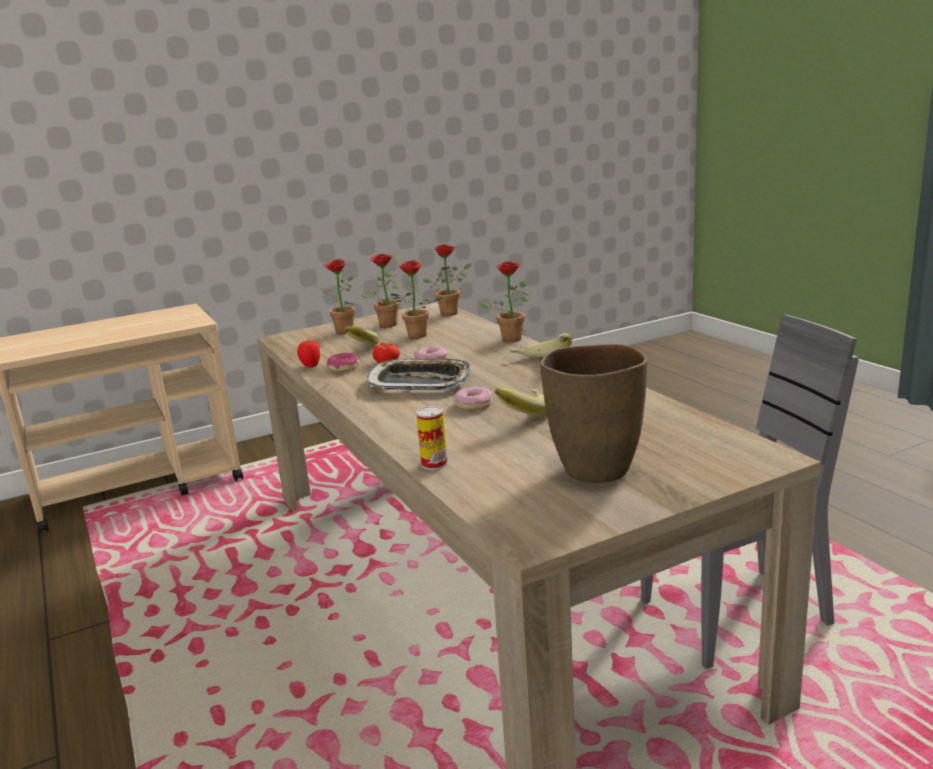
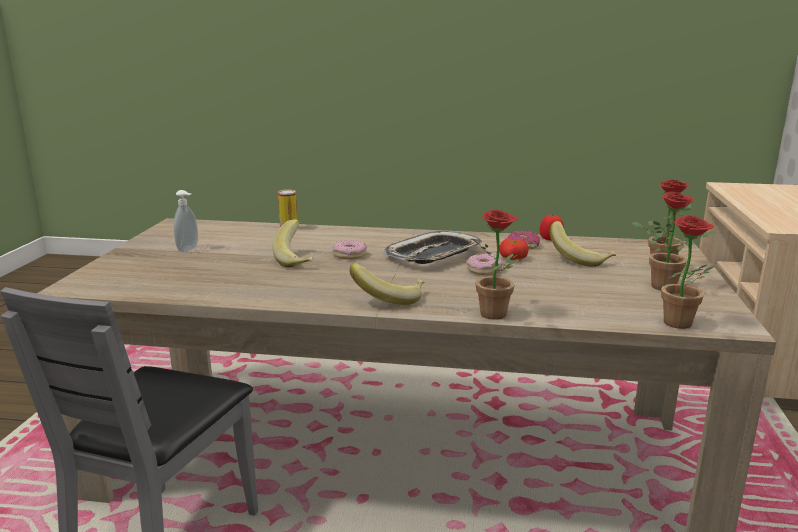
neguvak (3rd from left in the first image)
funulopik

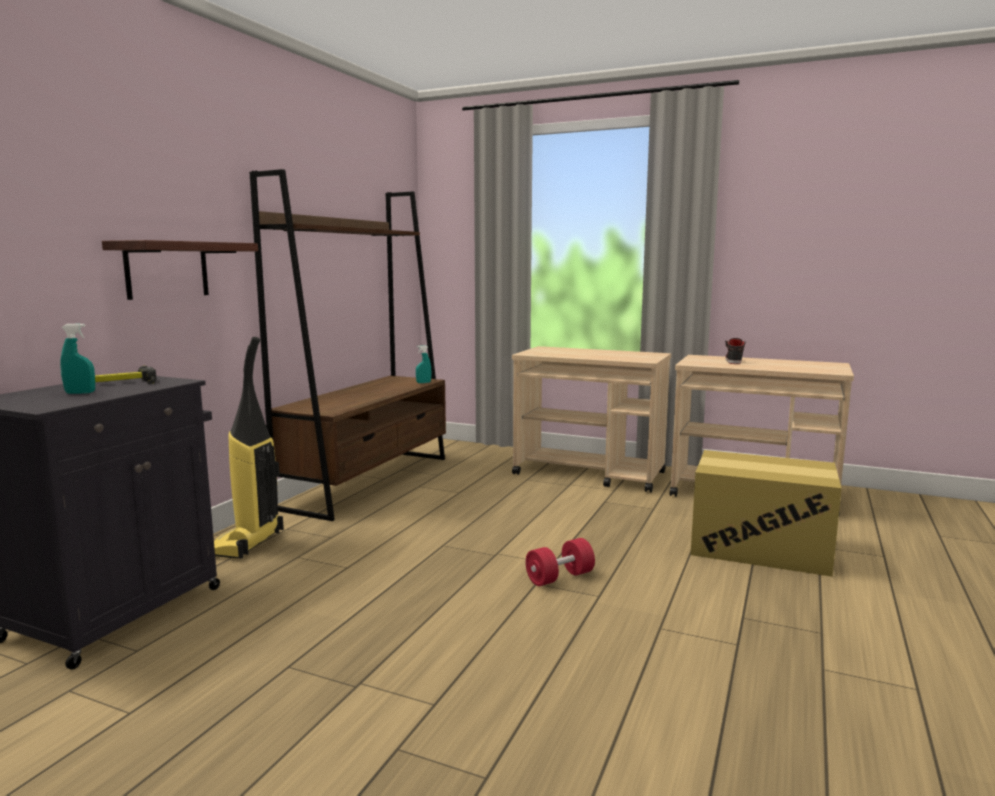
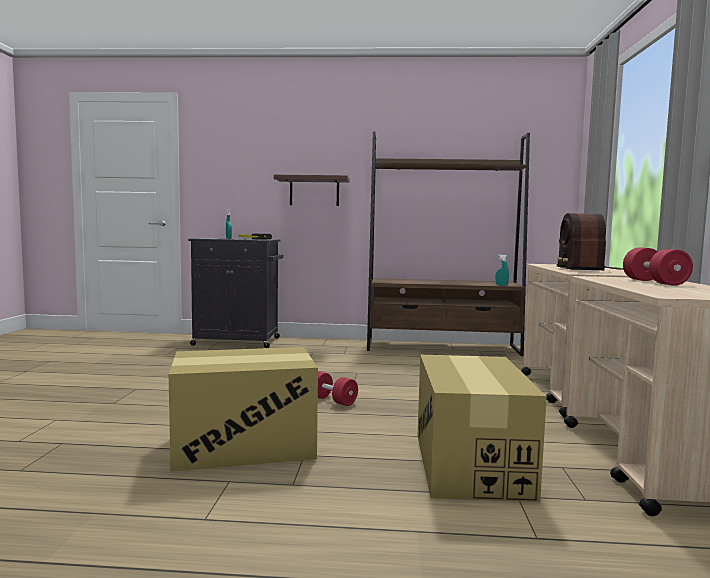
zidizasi
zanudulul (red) (2nd from left)
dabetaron (1st from left)
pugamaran

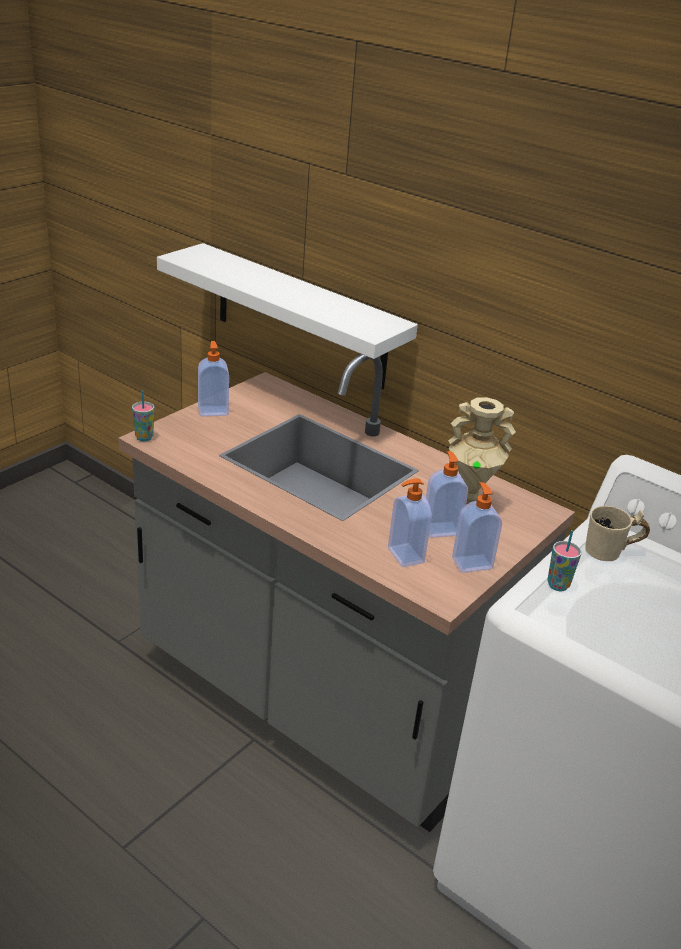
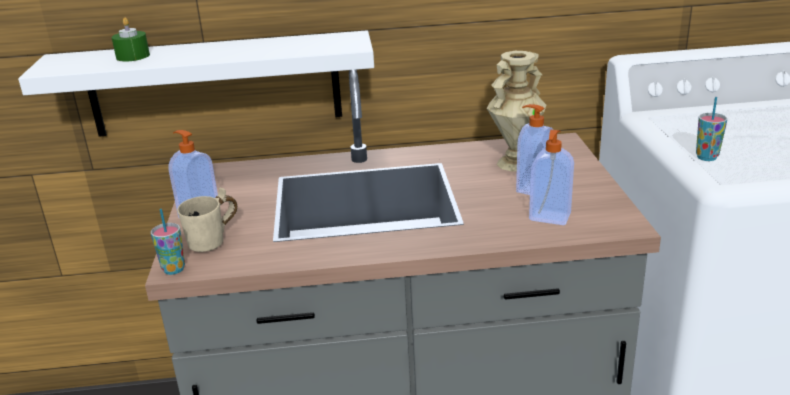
funulopik (4th from left in the first image)
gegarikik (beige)
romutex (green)

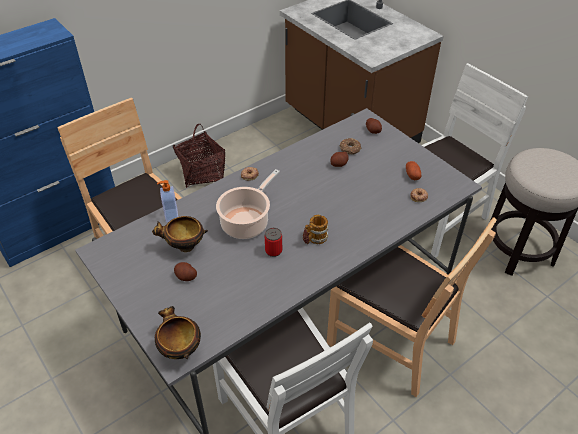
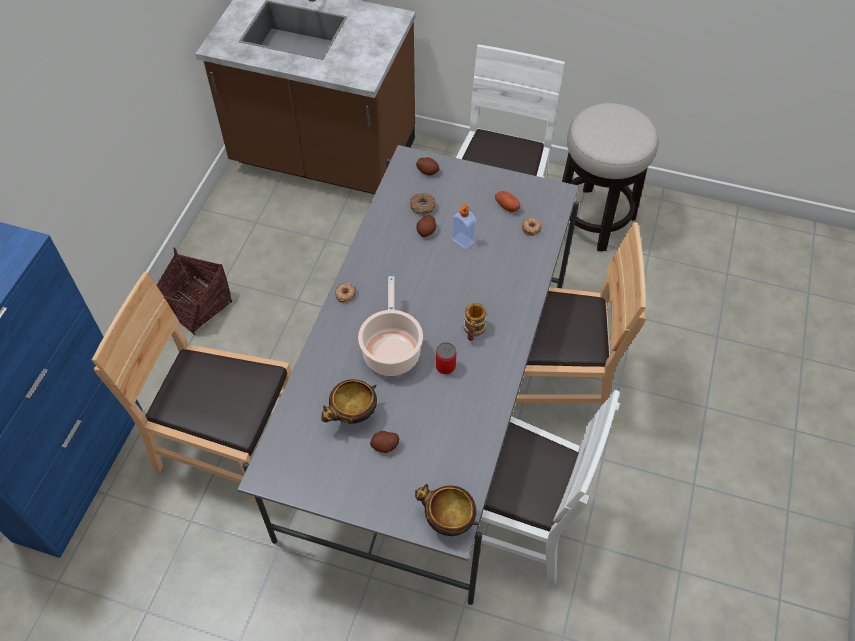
funulopik

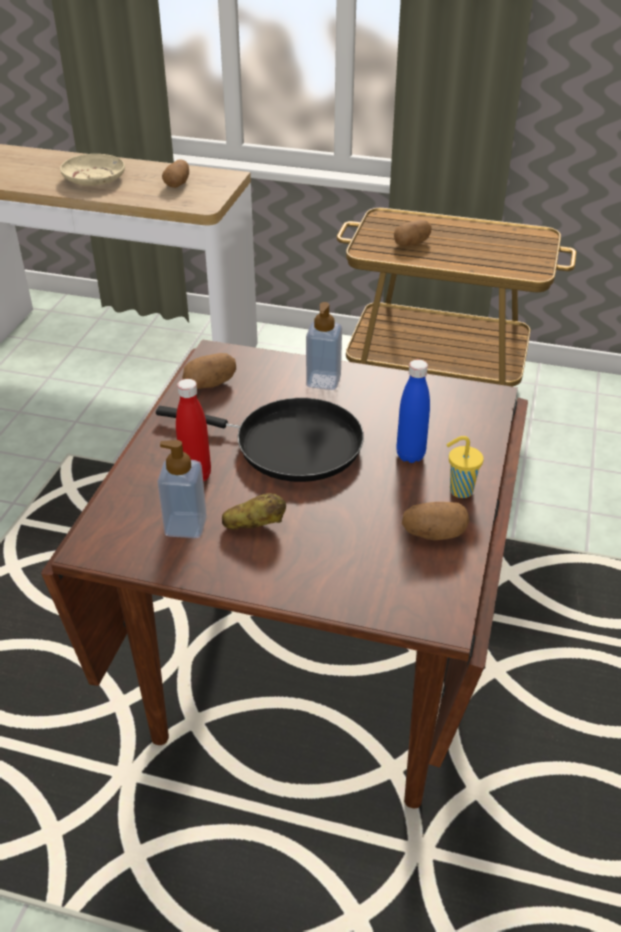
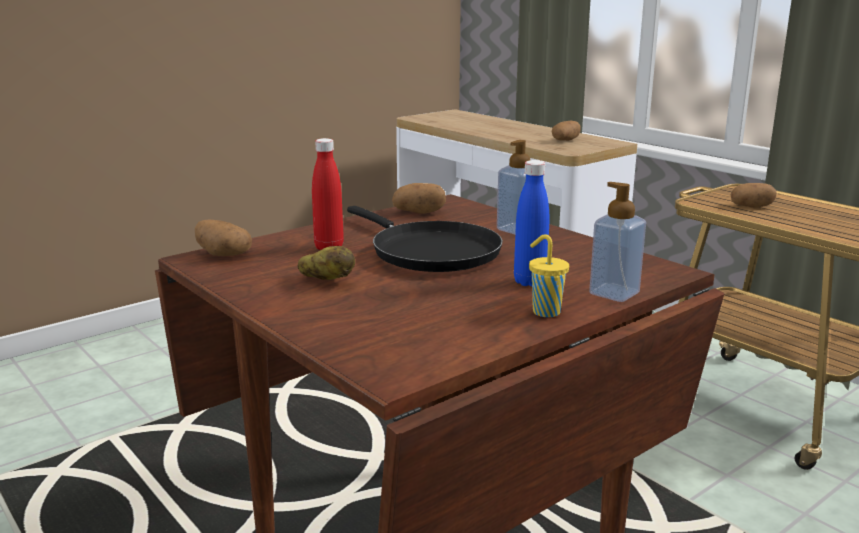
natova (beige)
funulopik (2nd from left)
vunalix (1st from left)

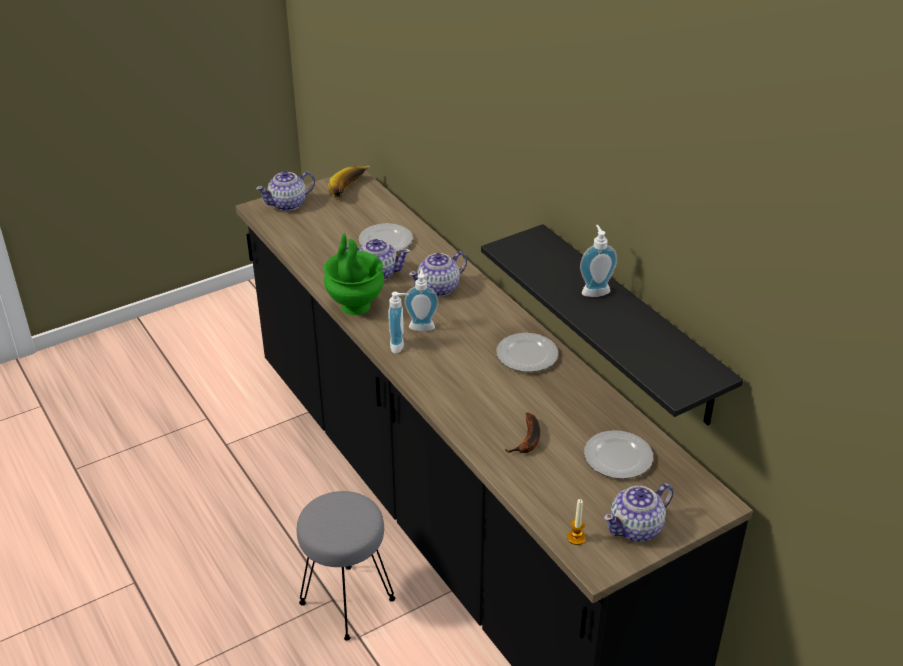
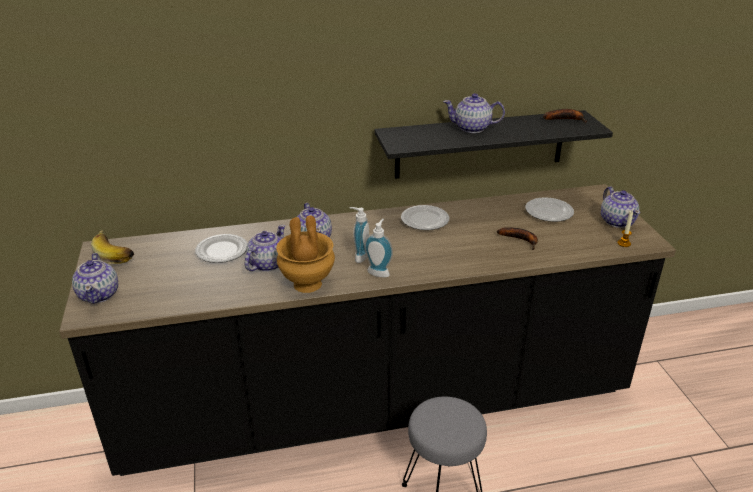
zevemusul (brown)
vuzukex (4th from left)
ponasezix (3rd from left)

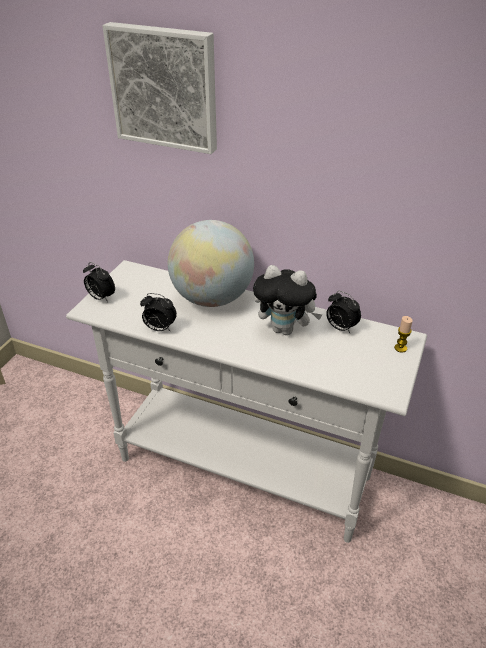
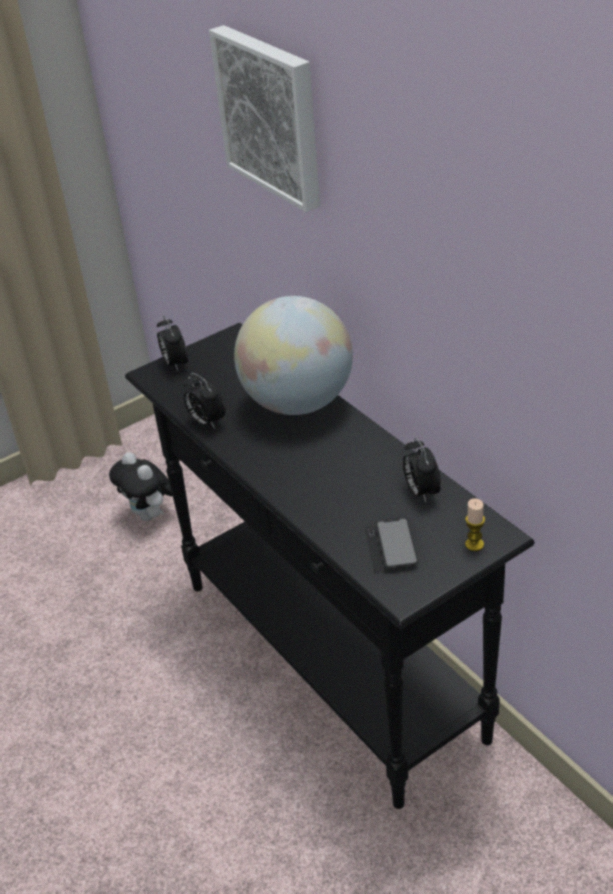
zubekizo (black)
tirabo
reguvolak

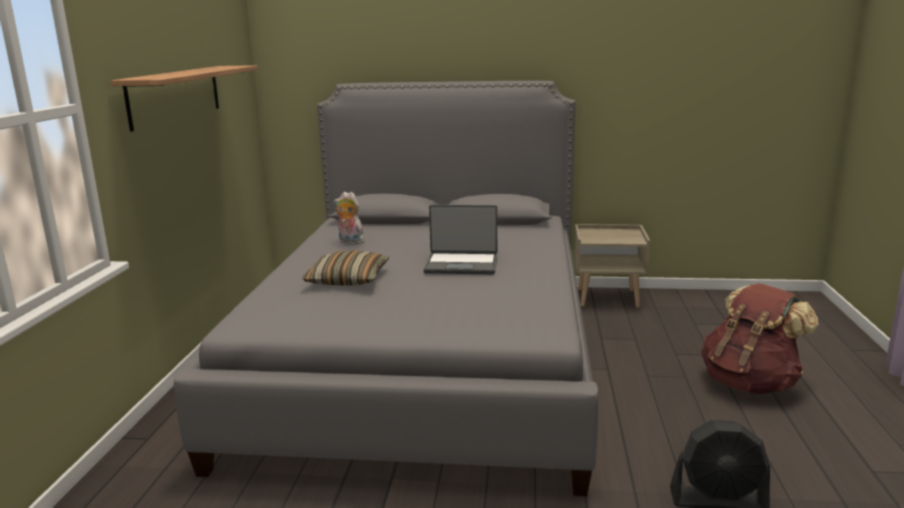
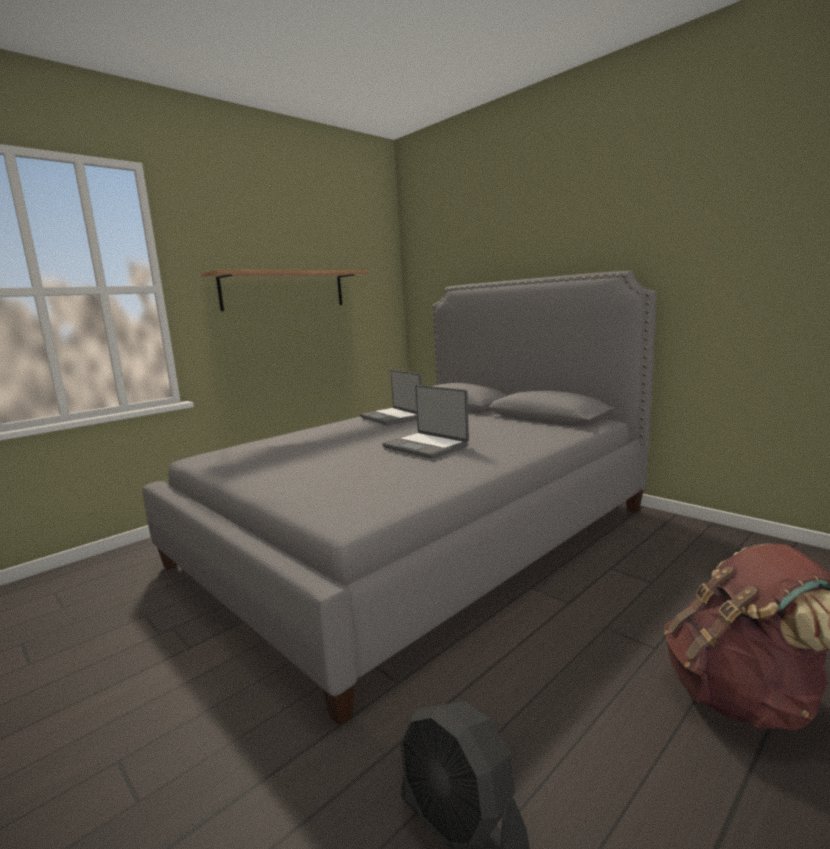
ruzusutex
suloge (1st from left)
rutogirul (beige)

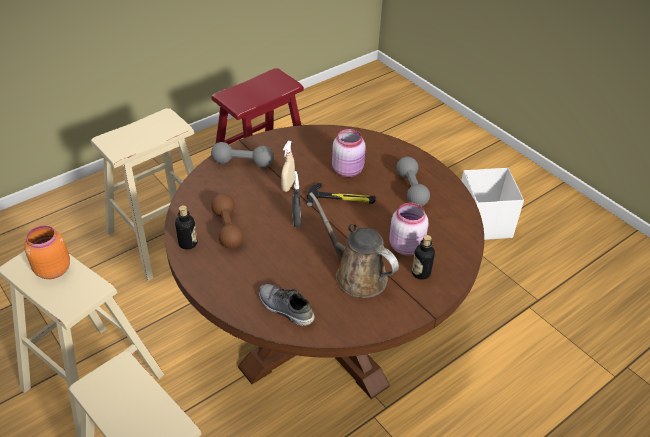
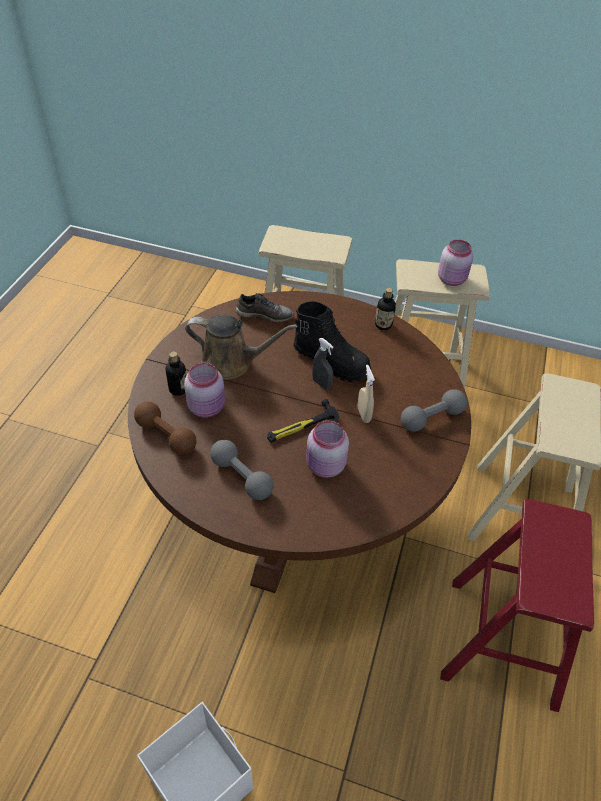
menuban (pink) (3rd from left)
zanudulul (brown)
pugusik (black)

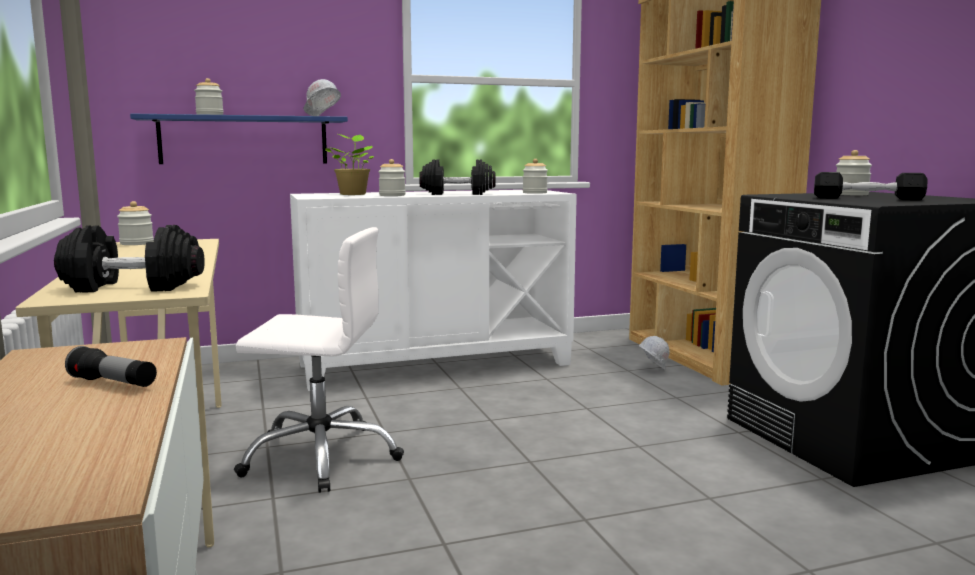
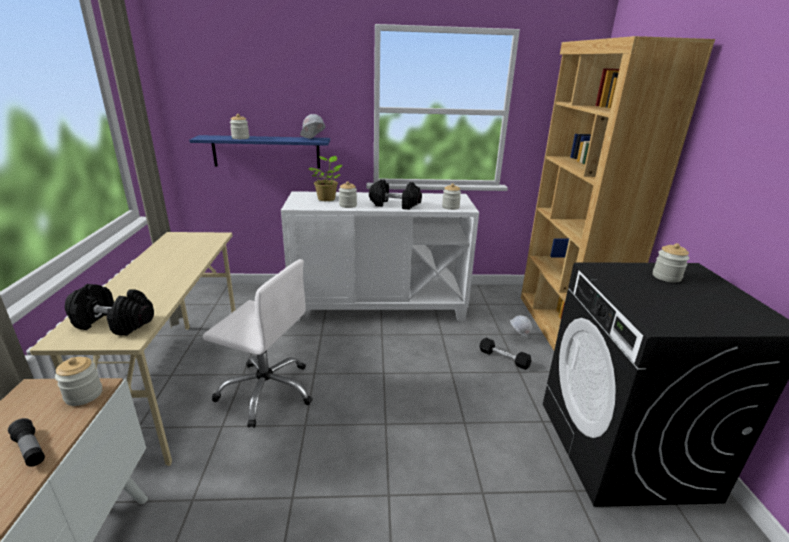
menuban (1st from left)
zanudulul (black) (3rd from left)

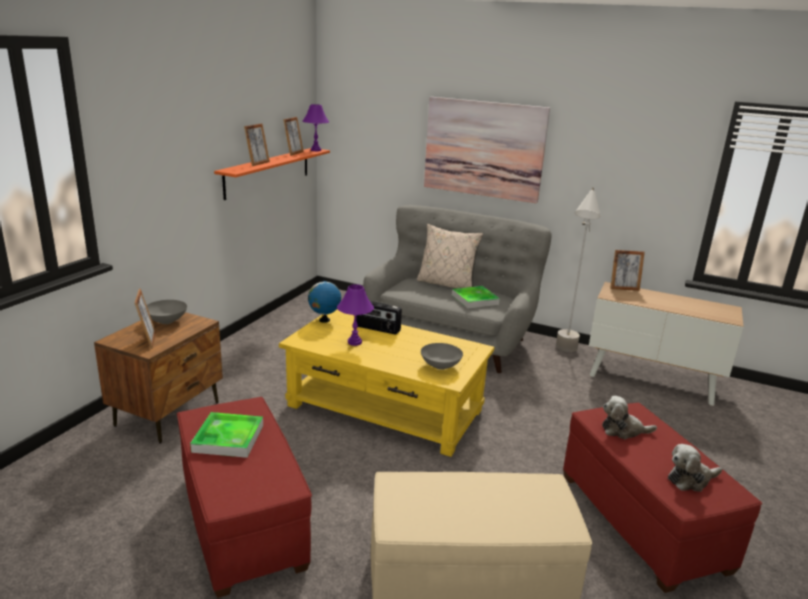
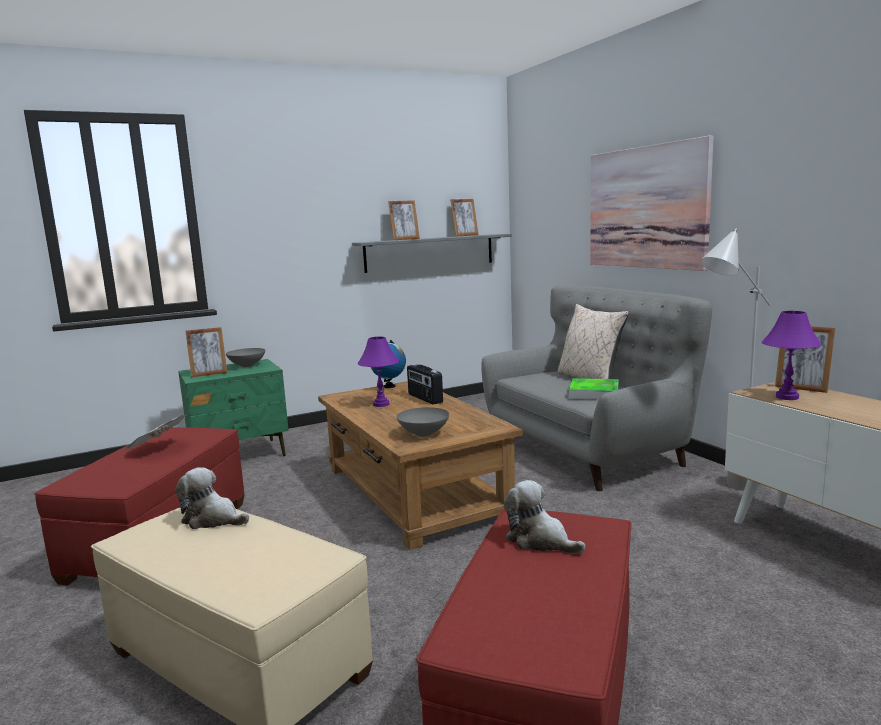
rutogirul (green)
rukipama (1st from left)
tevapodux
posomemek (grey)
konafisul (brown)
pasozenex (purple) (2nd from left)
tirabo (1st from left)

